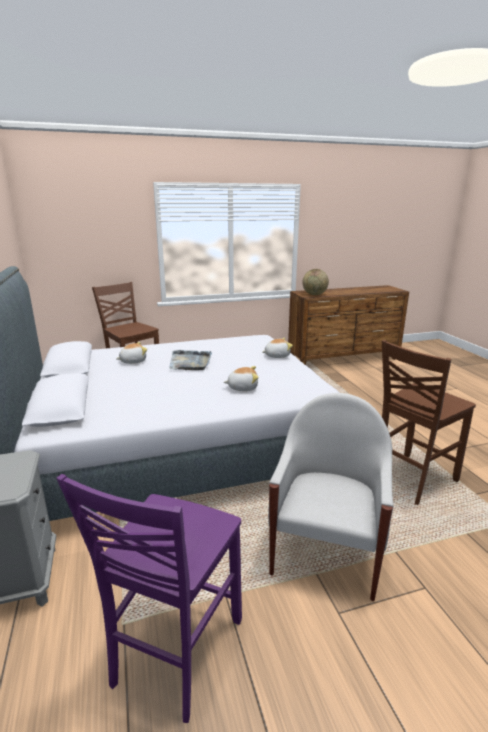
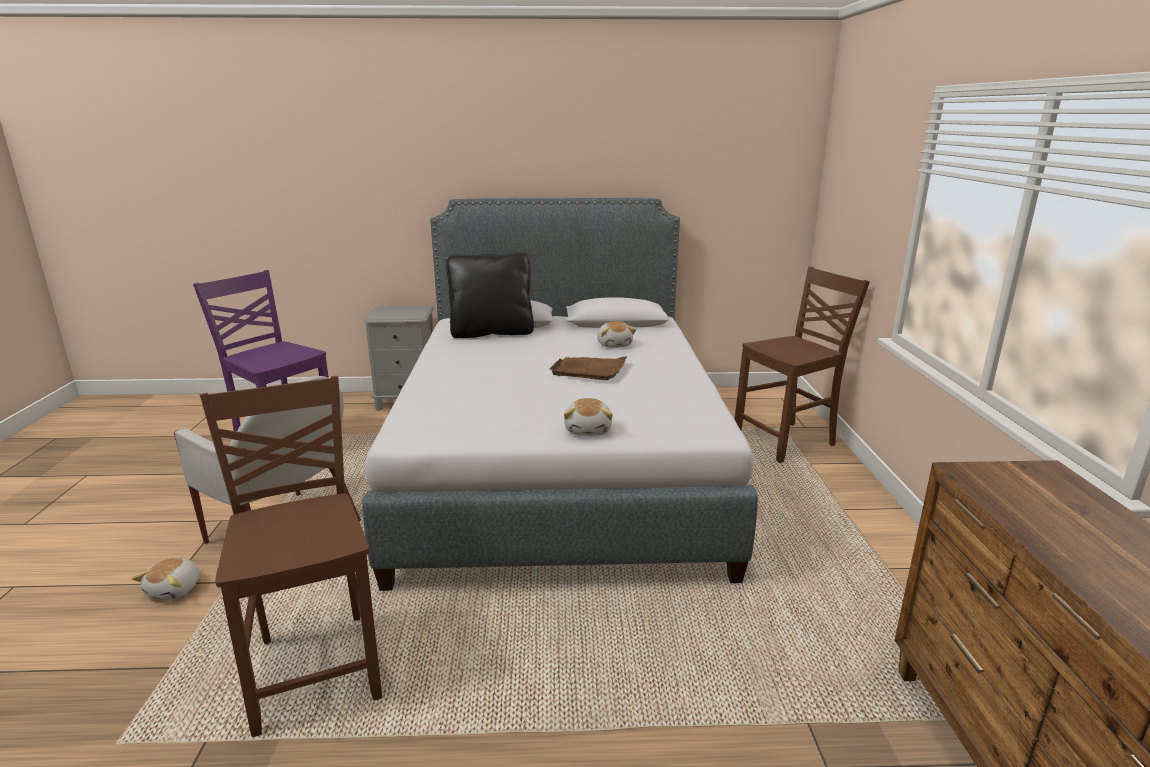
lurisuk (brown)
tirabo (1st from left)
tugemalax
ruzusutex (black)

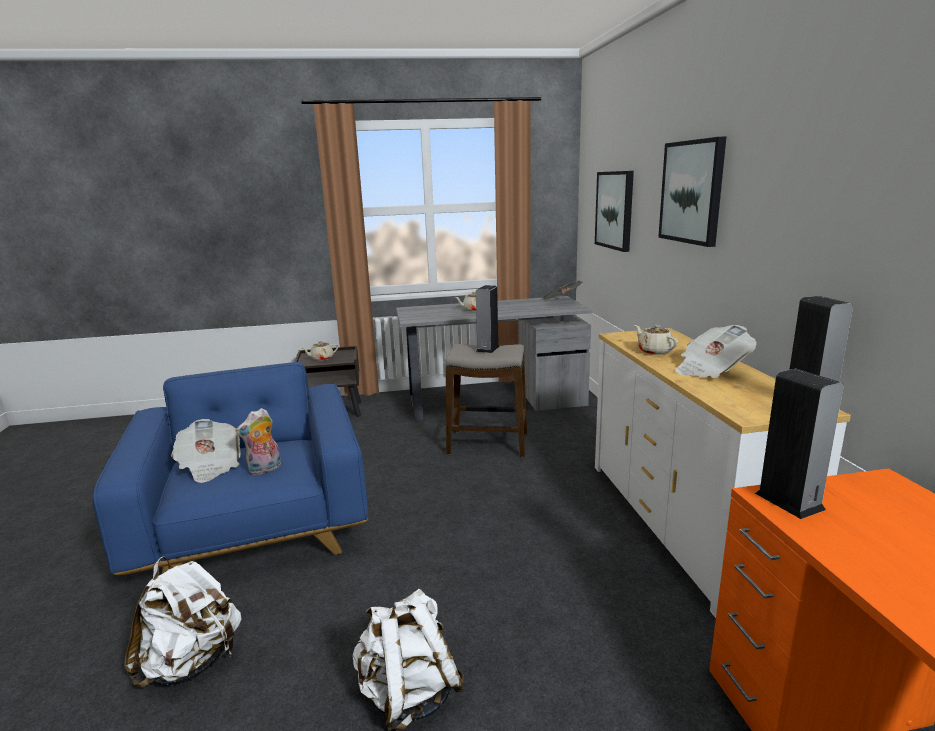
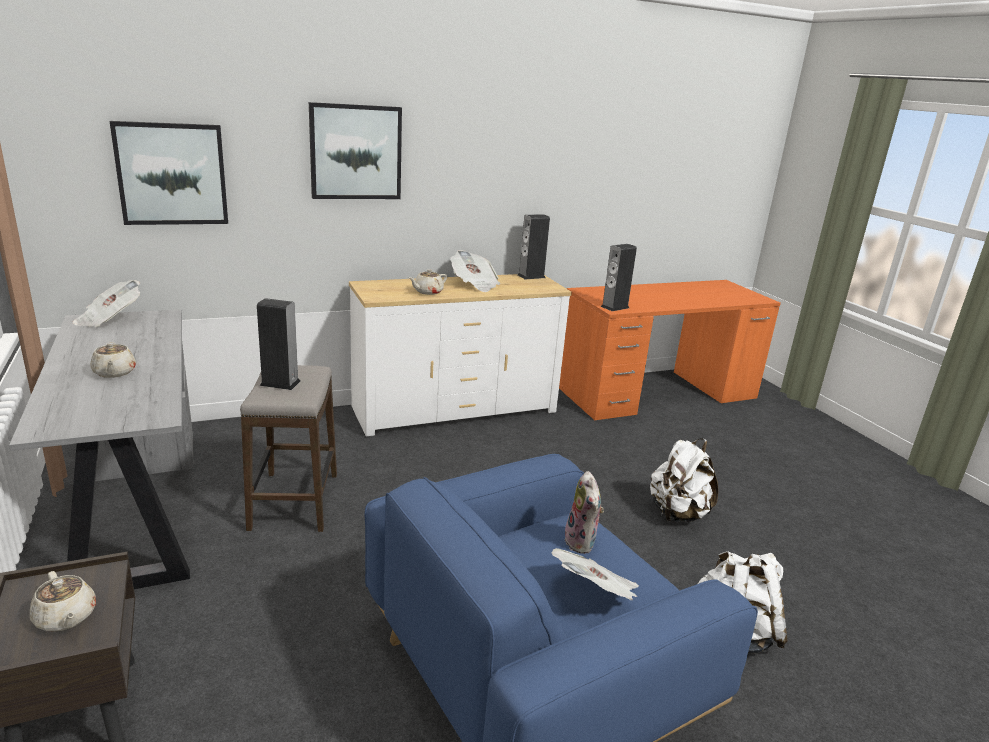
tirabo

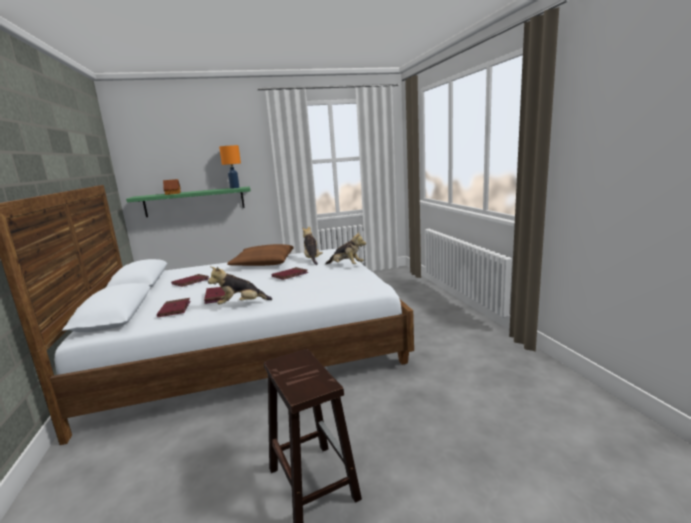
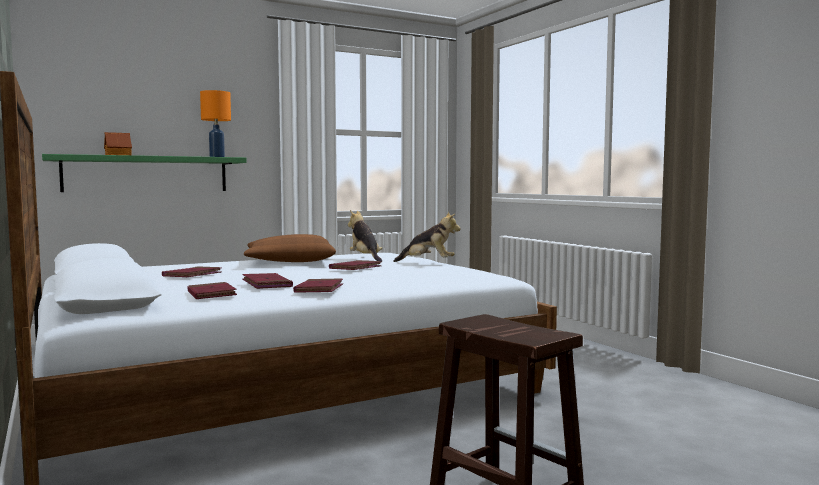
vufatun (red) (4th from left)

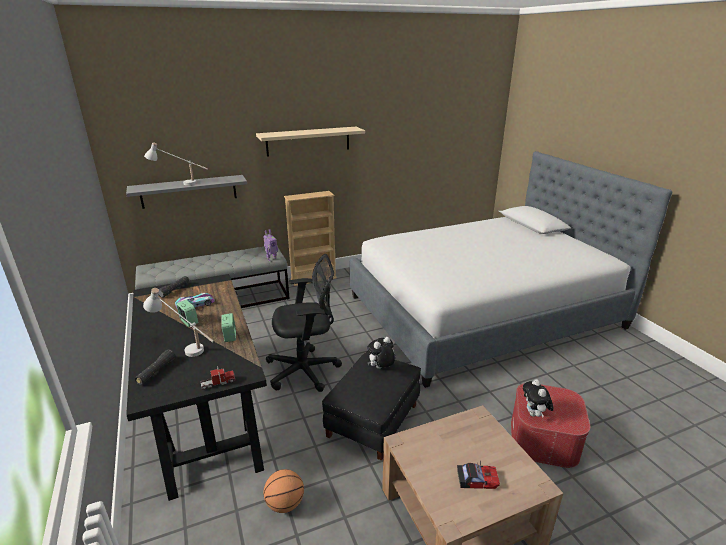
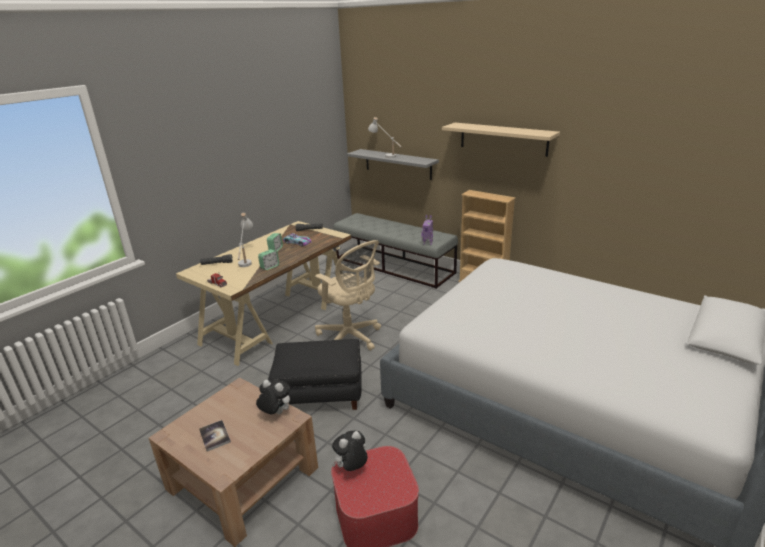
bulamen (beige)
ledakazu
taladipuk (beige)
tirabo (1st from left)
vufatun

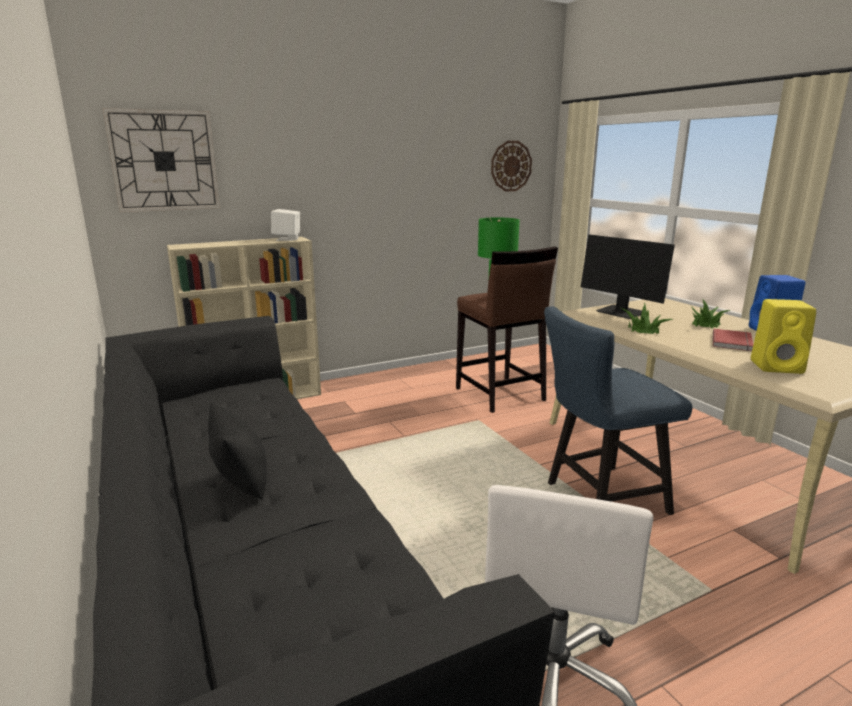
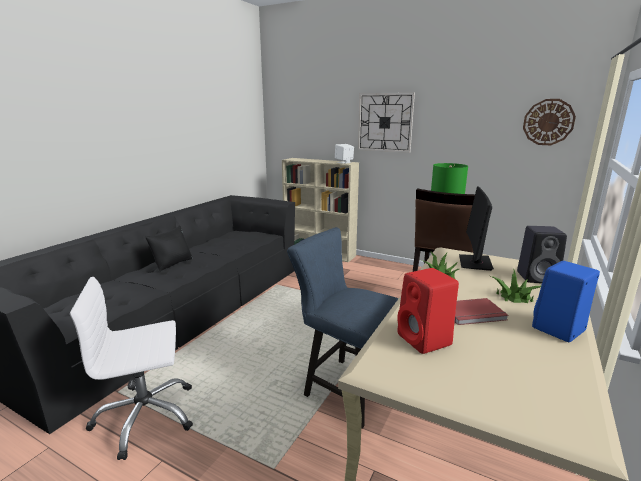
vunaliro (1st from left)
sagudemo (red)
sagudemo (black)

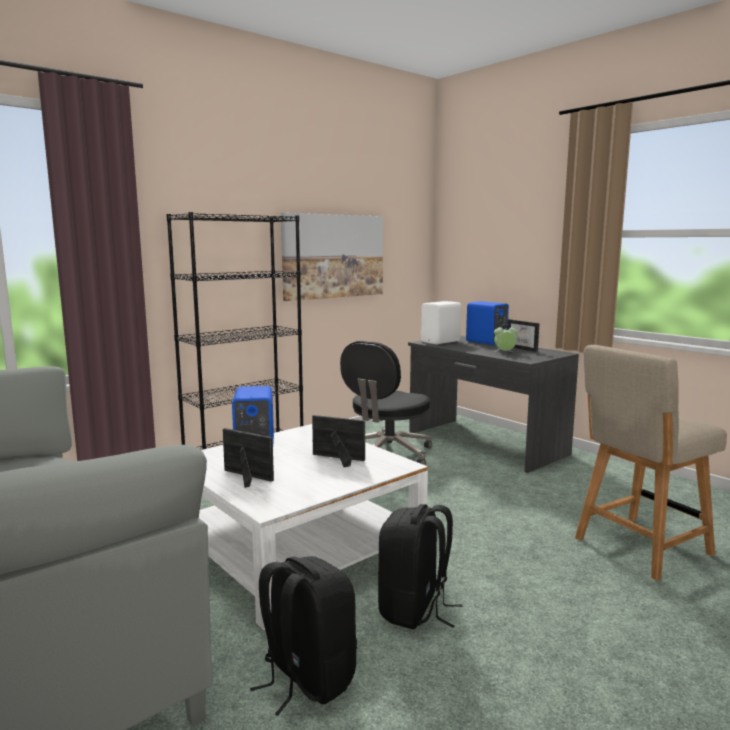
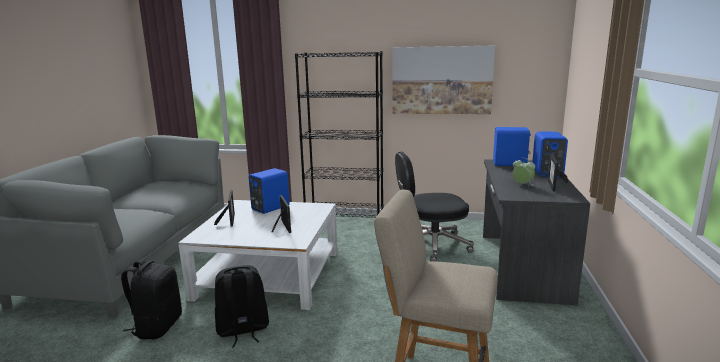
sagudemo (blue) (2nd from left)

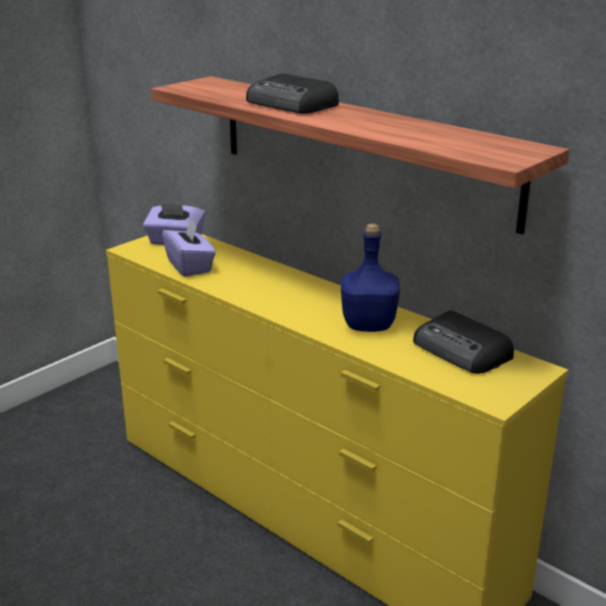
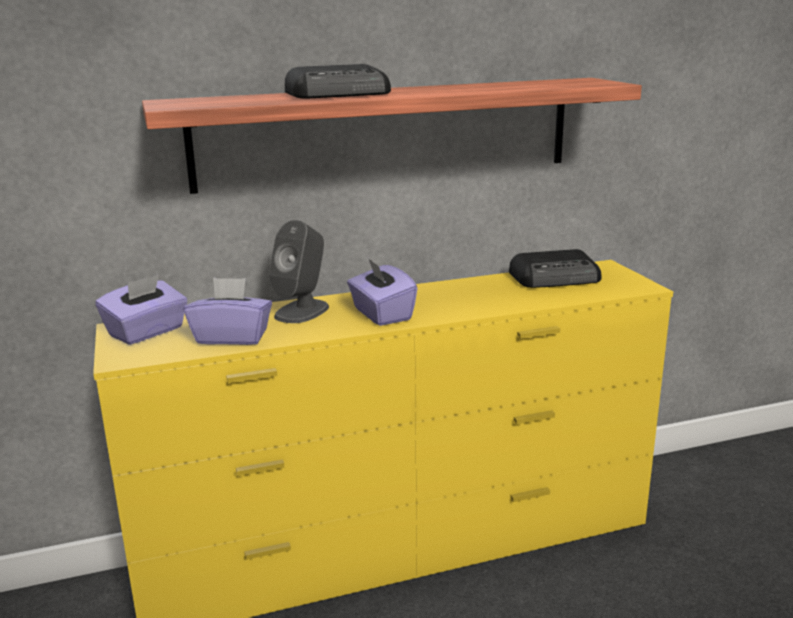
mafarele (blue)
sagudemo (grey)
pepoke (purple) (3rd from left)

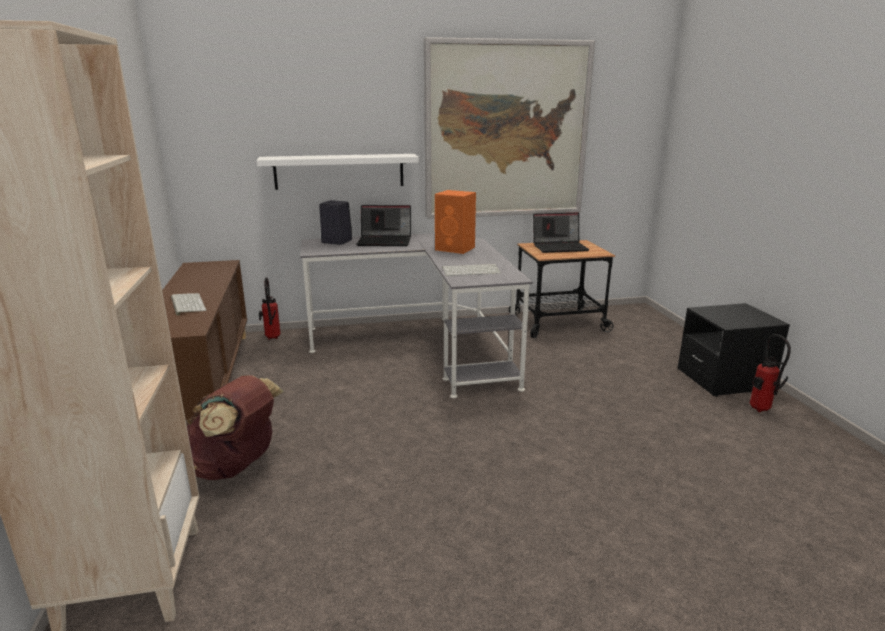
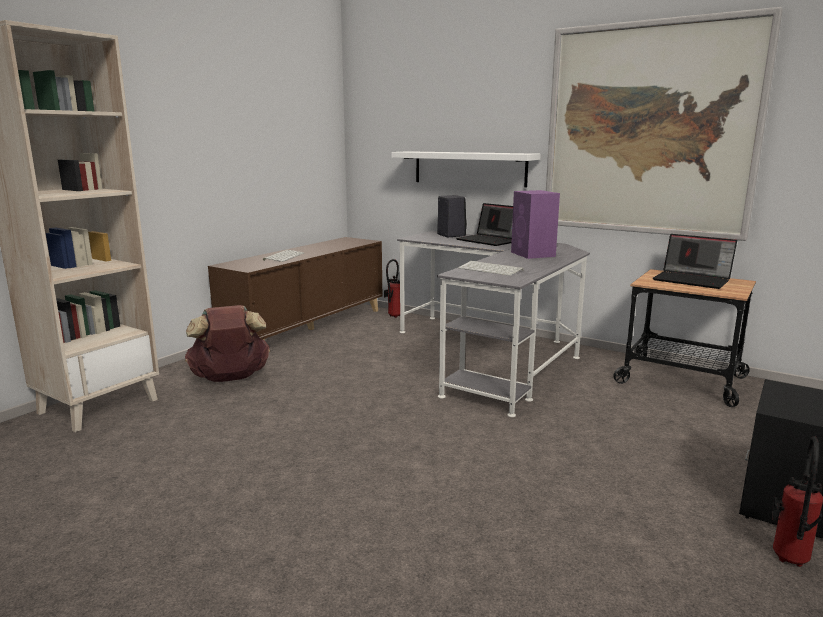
sagudemo (purple)

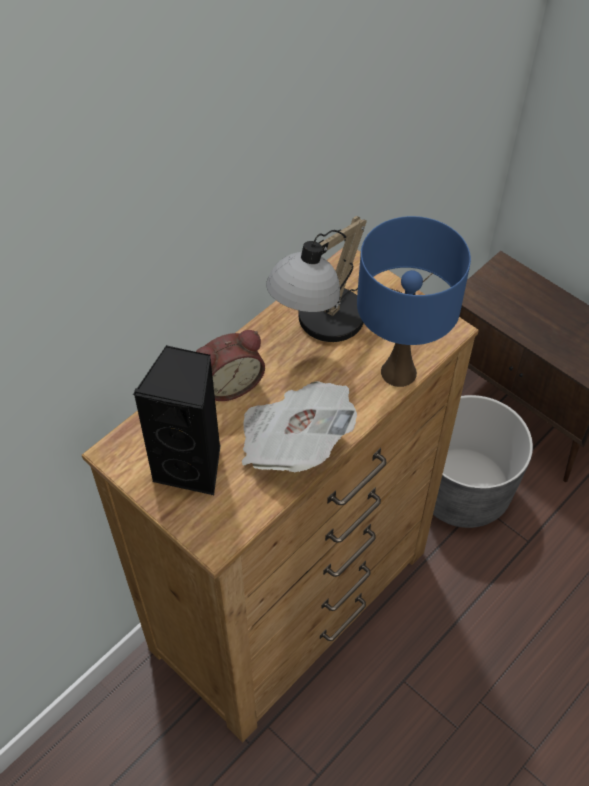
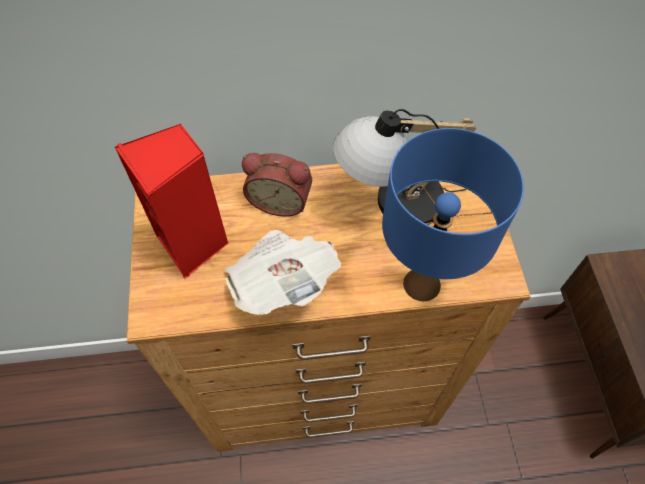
sagudemo (red)
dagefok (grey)

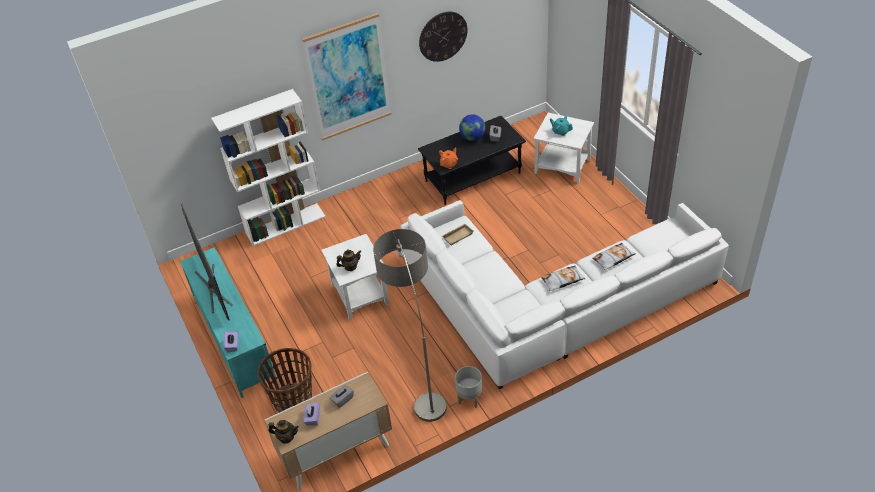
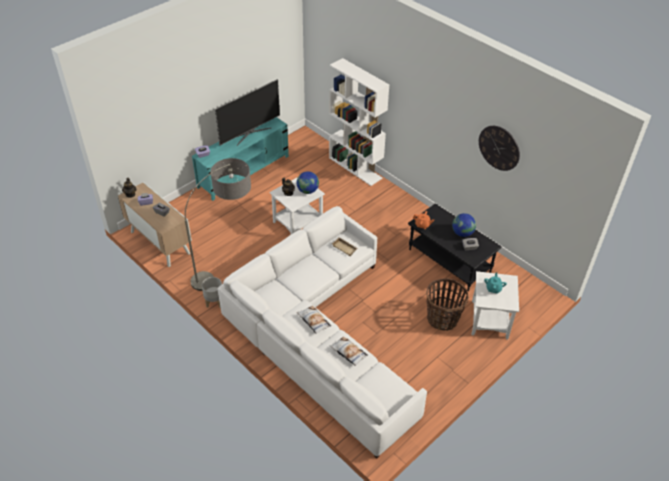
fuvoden
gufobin
tugemalax (1st from left)

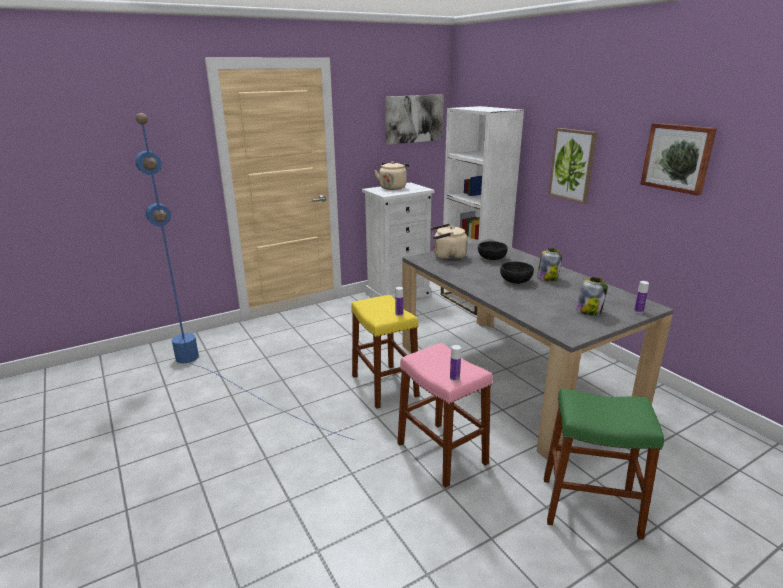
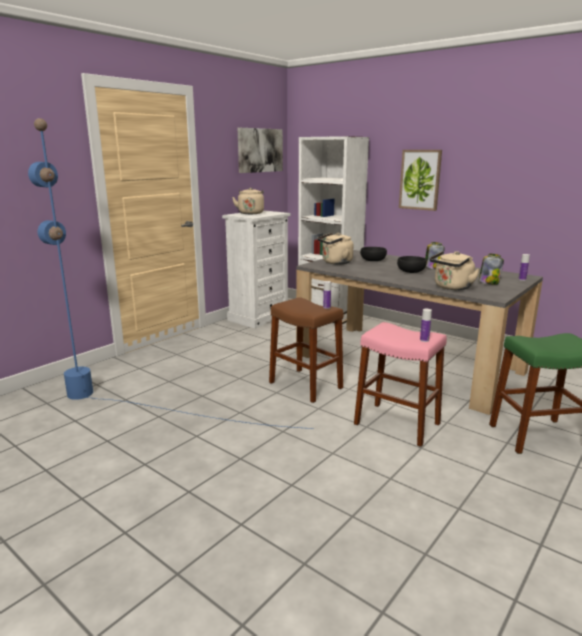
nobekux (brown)
gufobin (3rd from left in the first image)
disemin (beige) (3rd from left)

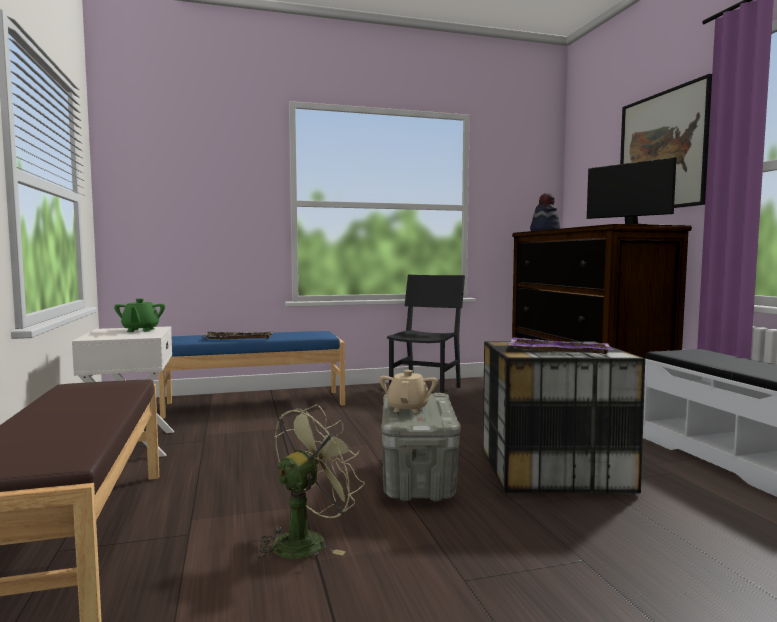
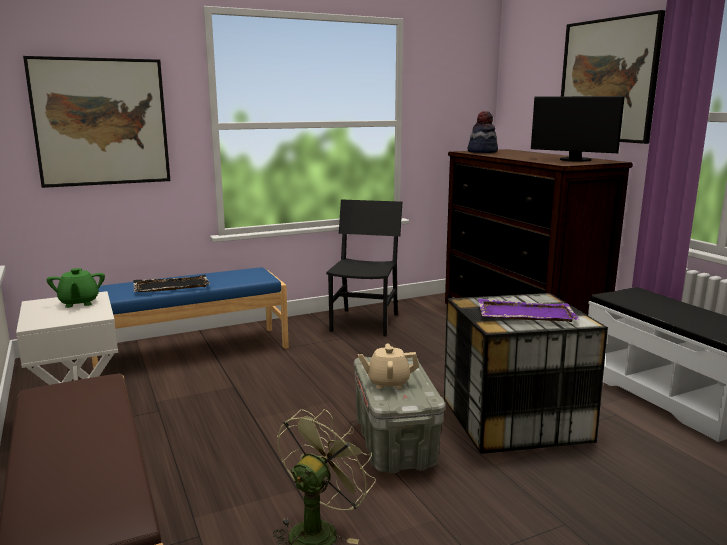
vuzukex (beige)
gufobin (1st from left)

